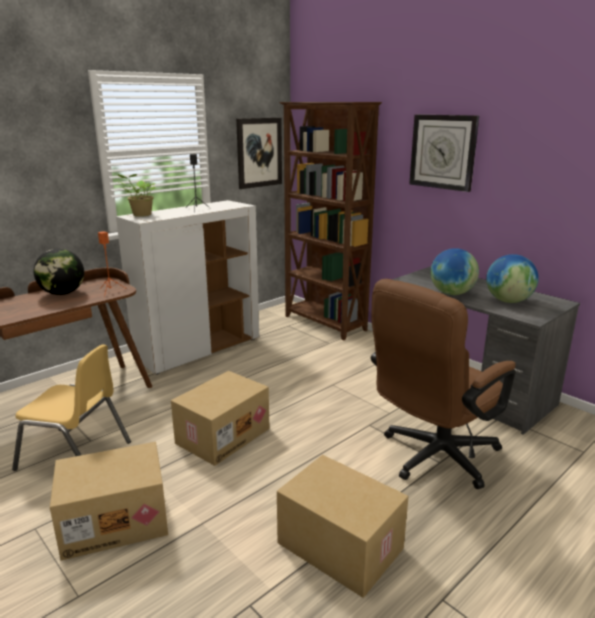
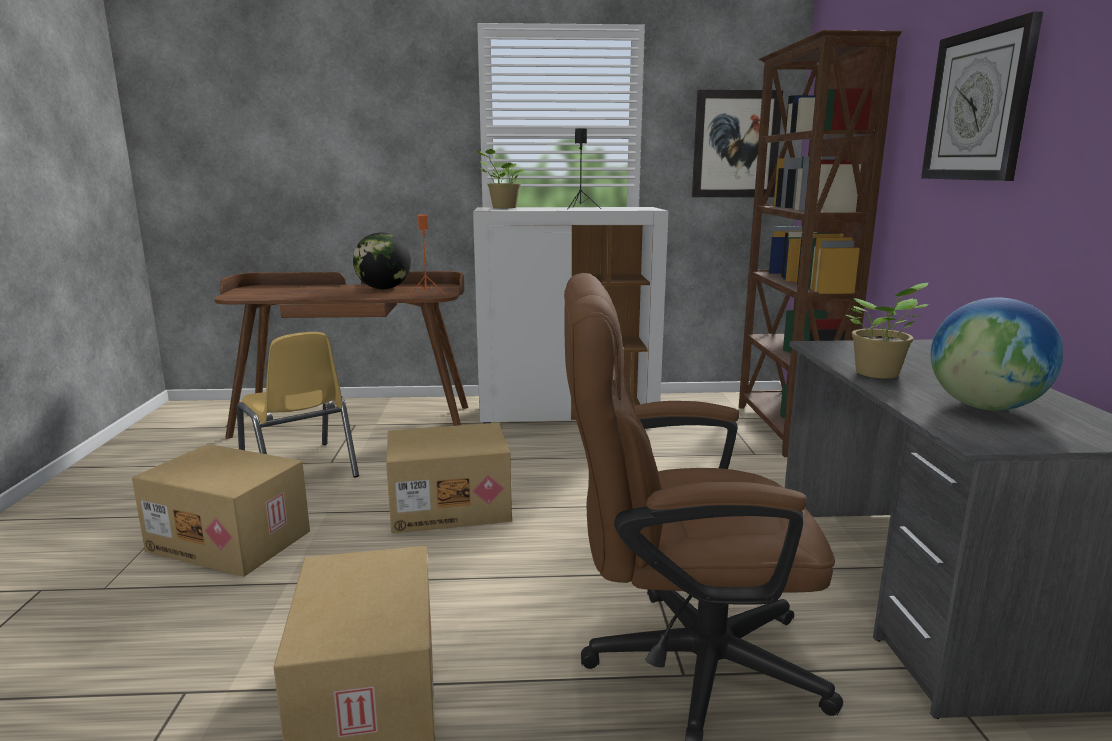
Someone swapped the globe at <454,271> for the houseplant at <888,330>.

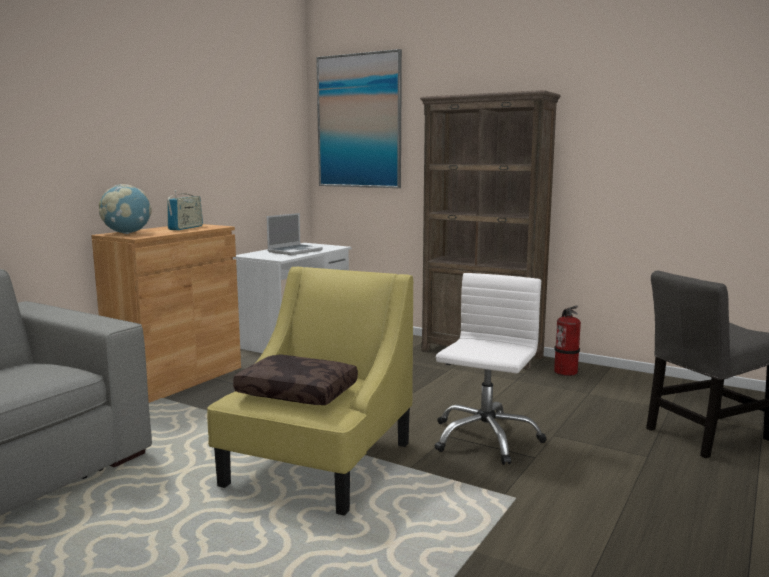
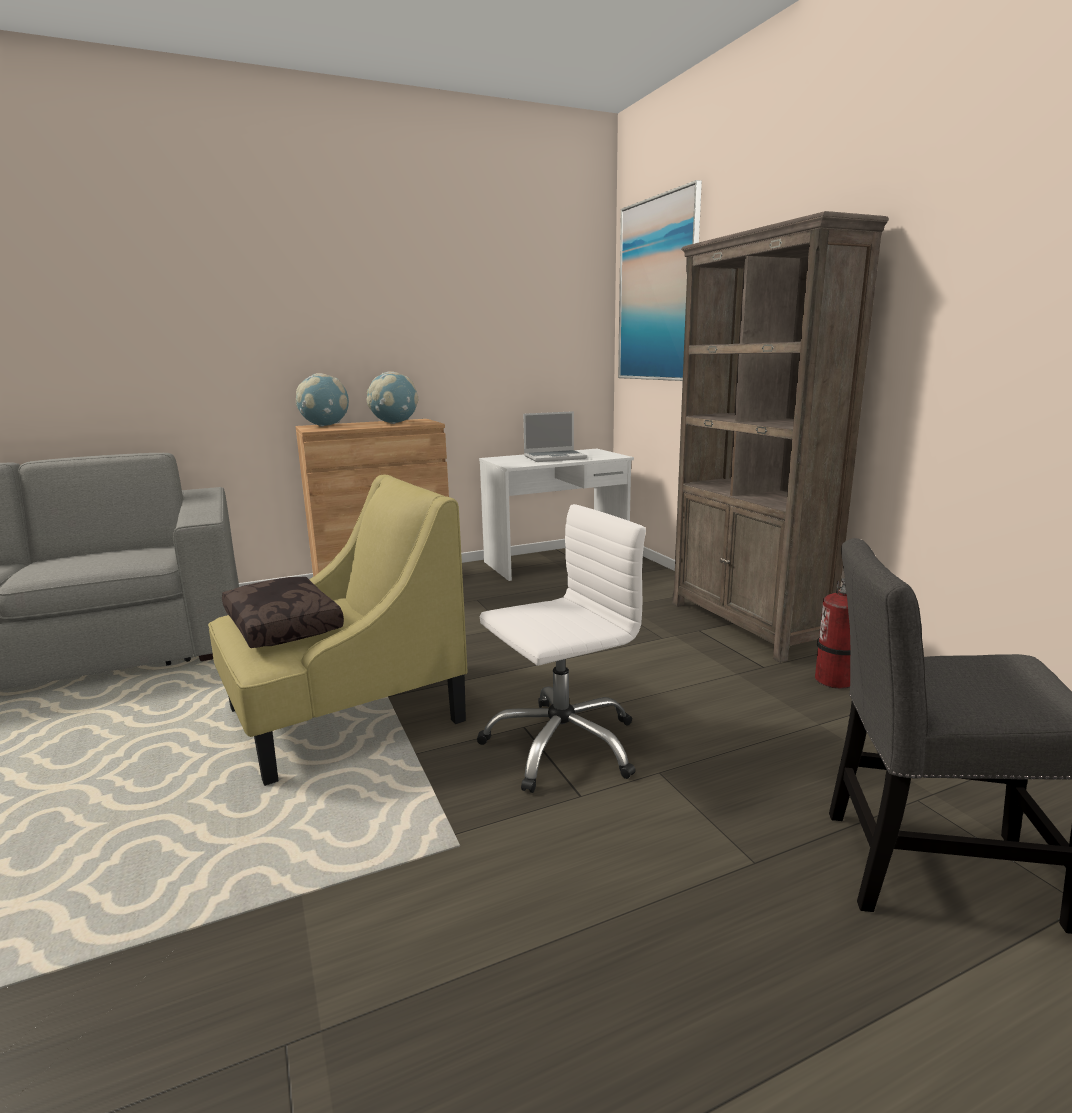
Someone swapped the radio receiver at <185,210> for the globe at <392,397>.

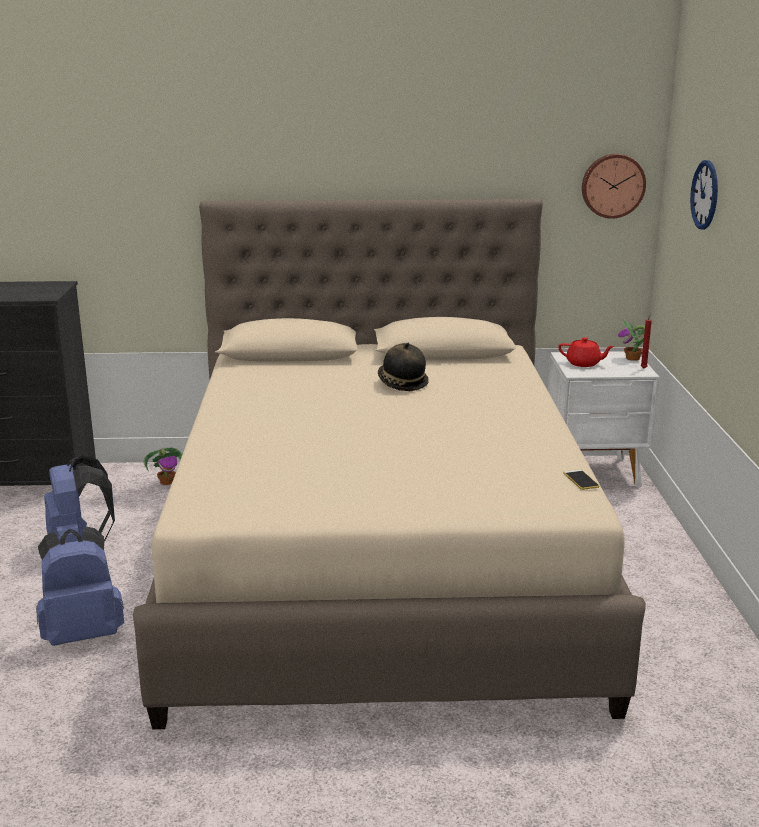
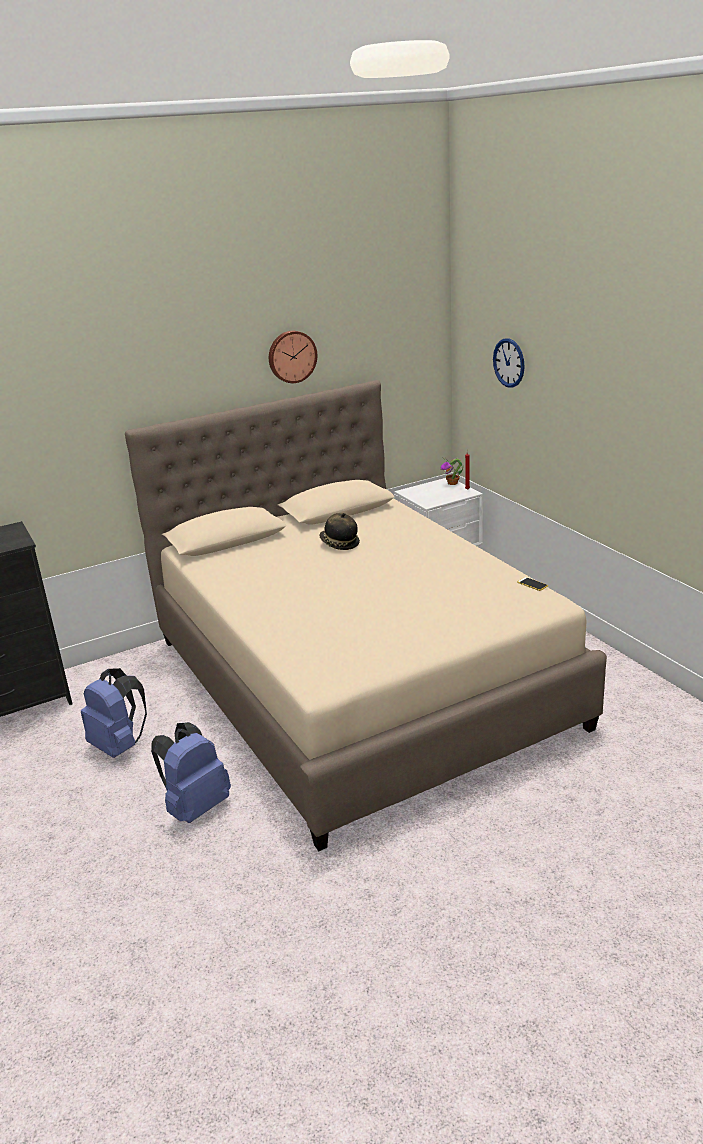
Someone carried the hanging clock from <614,186> to <293,357>. Someone took away the reddish pot for tea at <586,352>. Someone took away the houseplant at <163,466>.

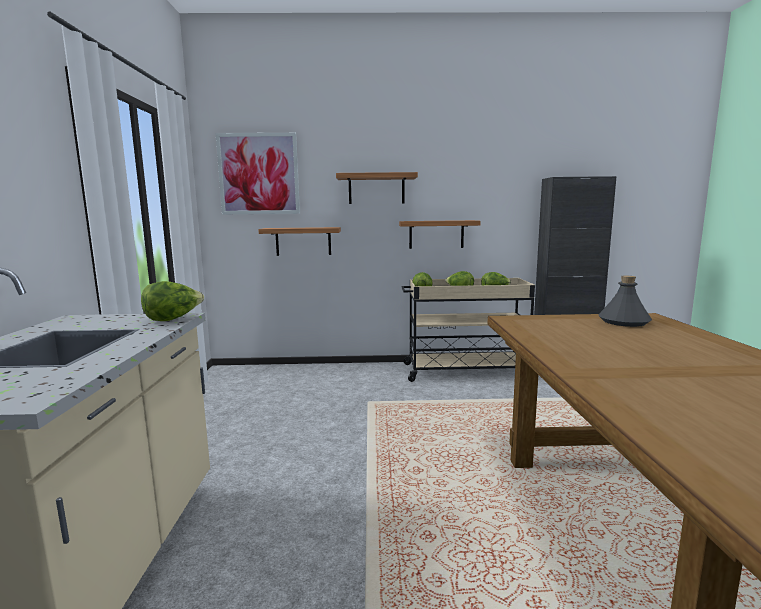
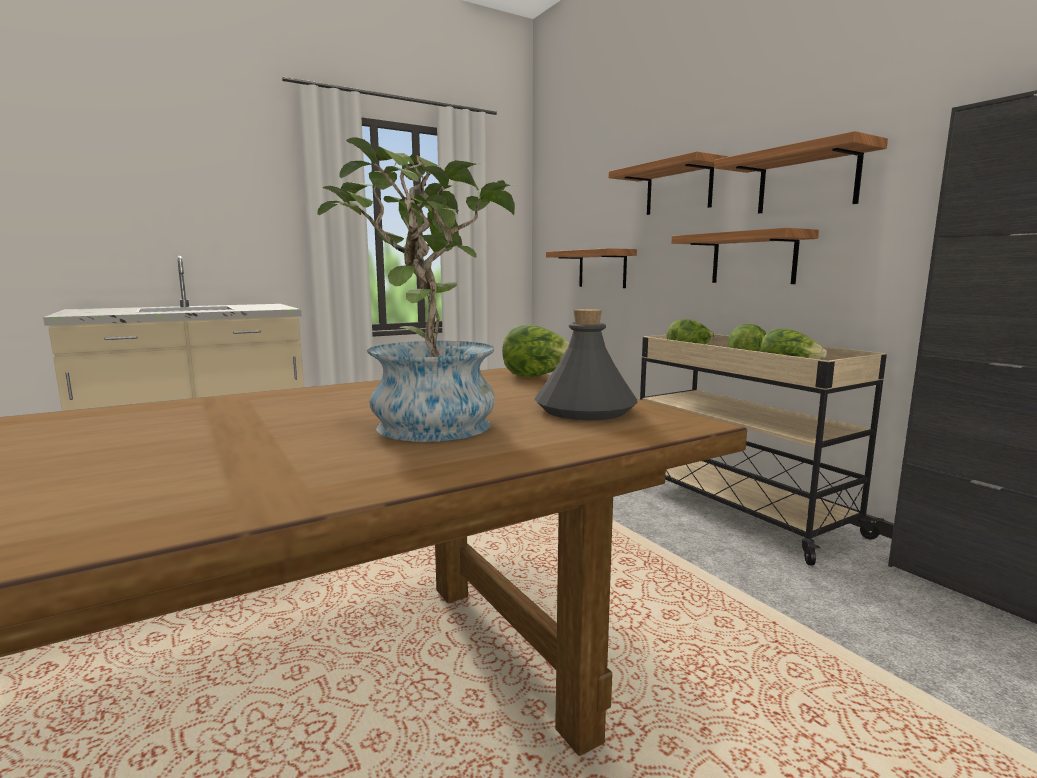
Someone took away the wall picture at <258,173>. Someone carried the lettuce from <172,301> to <535,351>. Someone put up the shelf at <801,172>. Someone put down the houseplant at <418,289>.

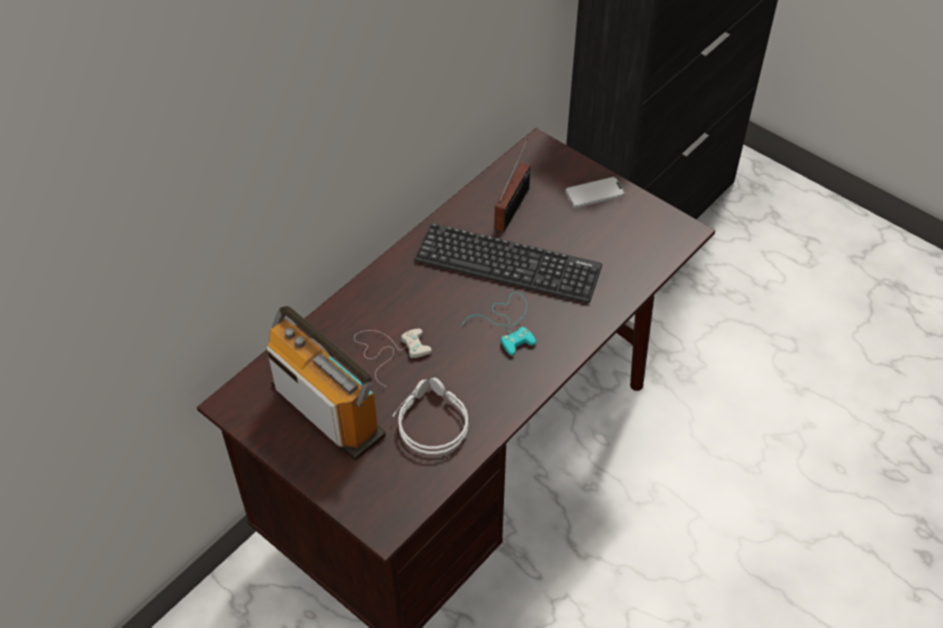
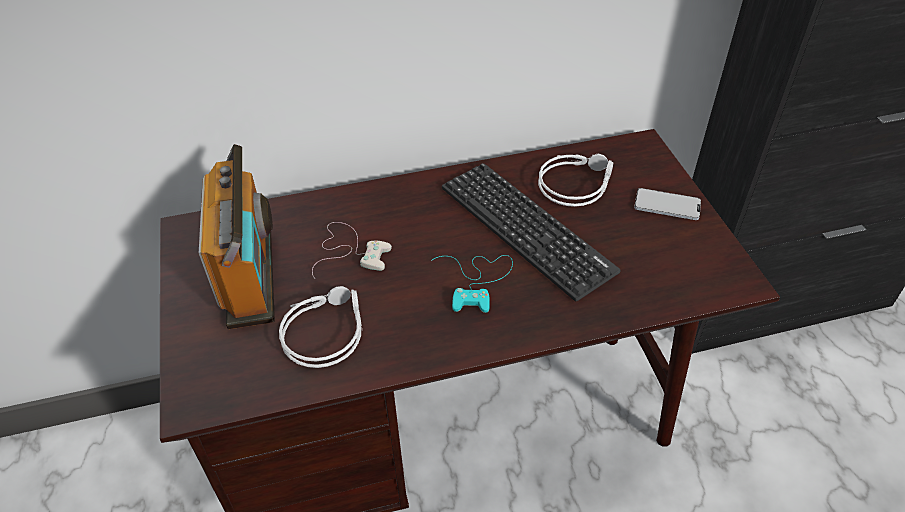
Someone swapped the radio receiver at <512,185> for the greyish headphones at <576,180>.

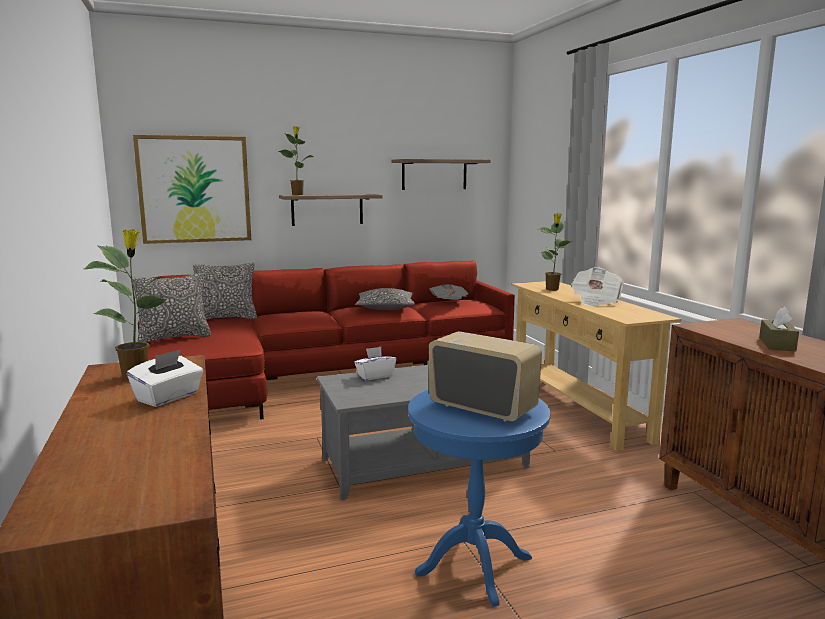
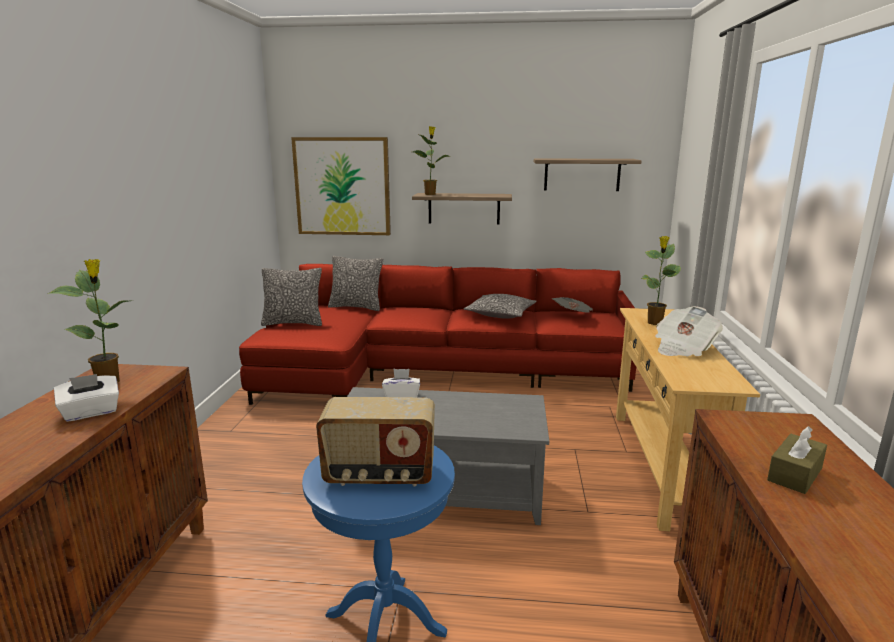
Someone rotated the radio receiver at <485,376> by 120 degrees clockwise.

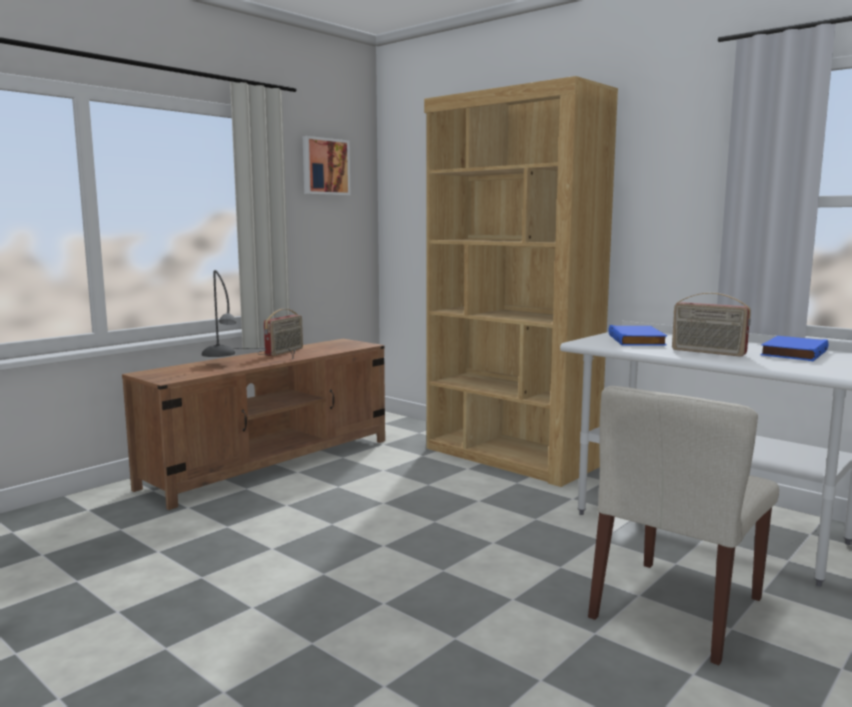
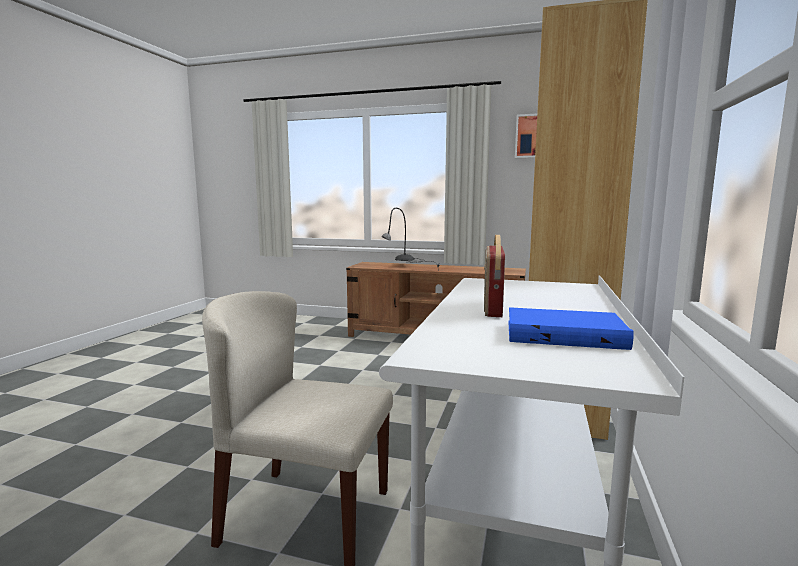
Someone took away the radio receiver at <283,332>. Someone took away the blue-coloured bound book at <637,335>.

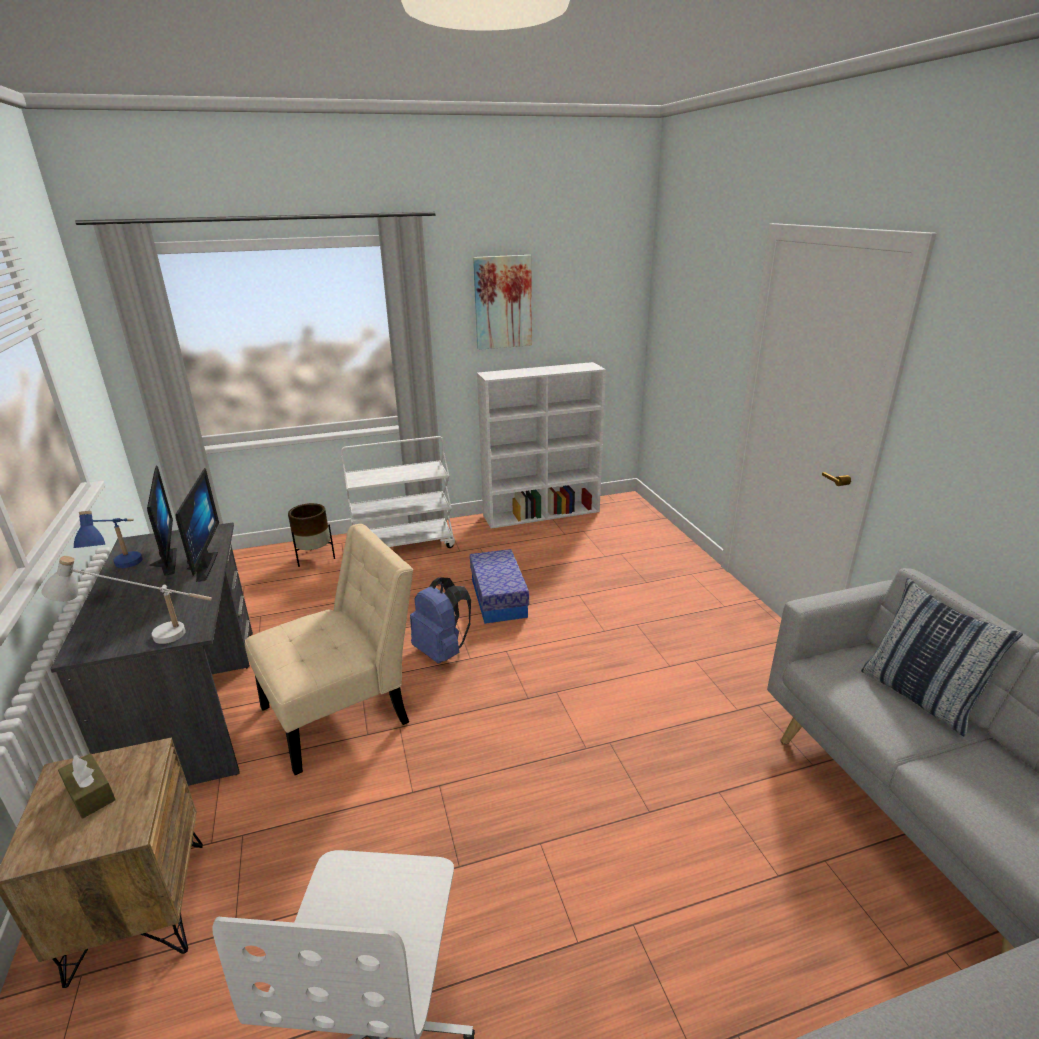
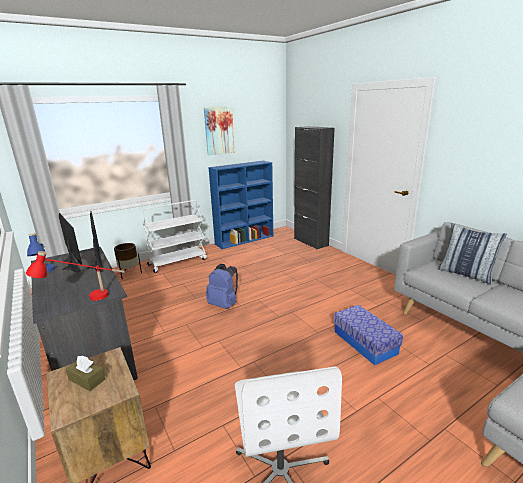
Someone repainted the whitish bookshelf at <541,445>, which became the blue-coloured bookshelf at <241,205>. Someone took away the beige upright chair at <329,649>. Someone carried the storage bin from <499,586> to <368,335>. Someone repainted the whitish table lamp at <126,600>, which became the reddish table lamp at <75,276>. Someone put down the blackish storage cabinet at <314,188>.

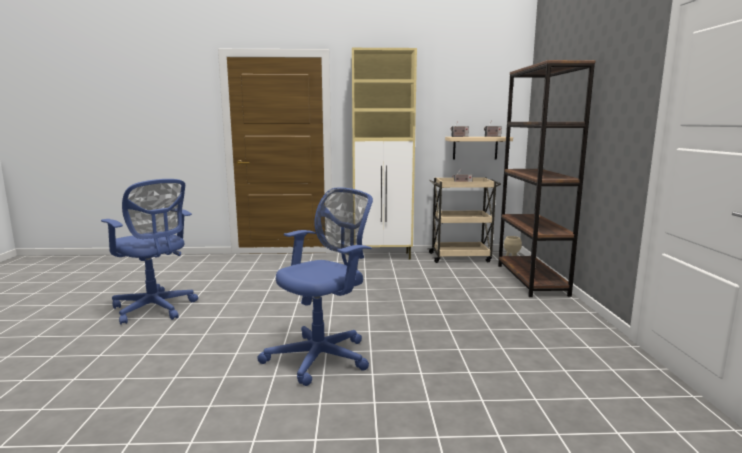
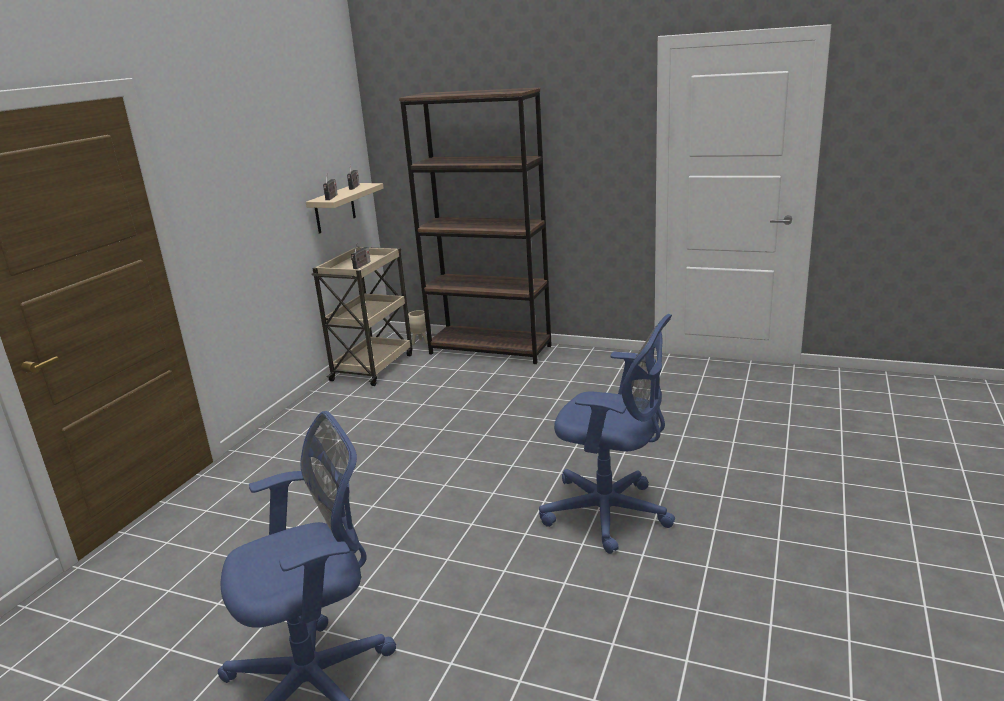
Someone took away the beige storage cabinet at <384,153>. Someone rotated the blue-coloured desk chair at <315,286> by 135 degrees clockwise.

